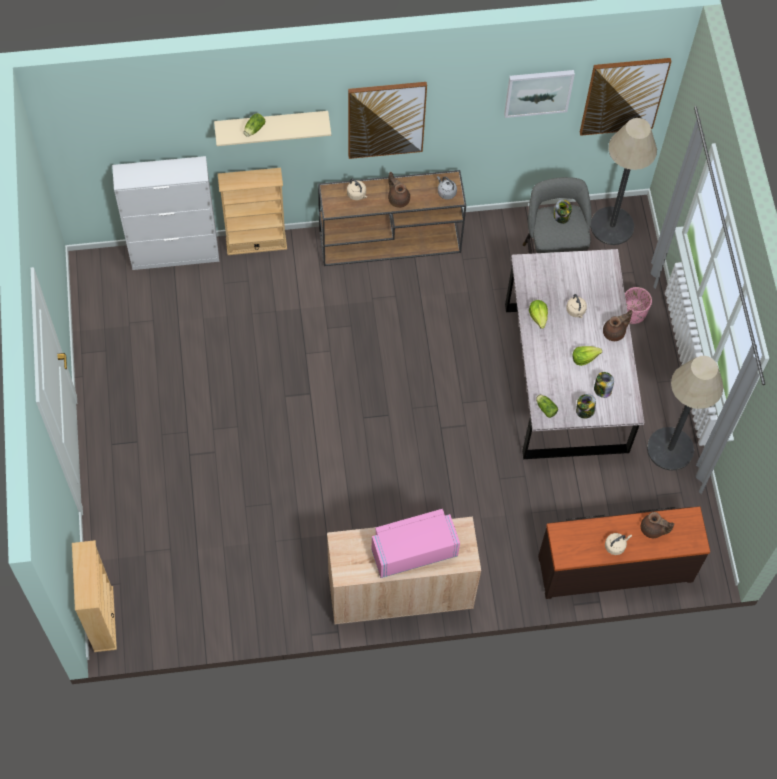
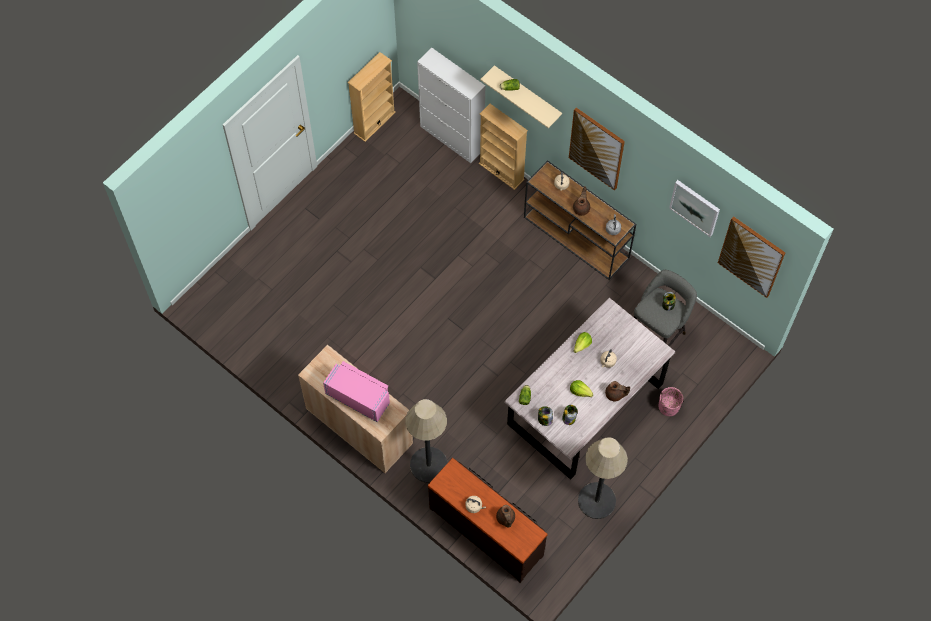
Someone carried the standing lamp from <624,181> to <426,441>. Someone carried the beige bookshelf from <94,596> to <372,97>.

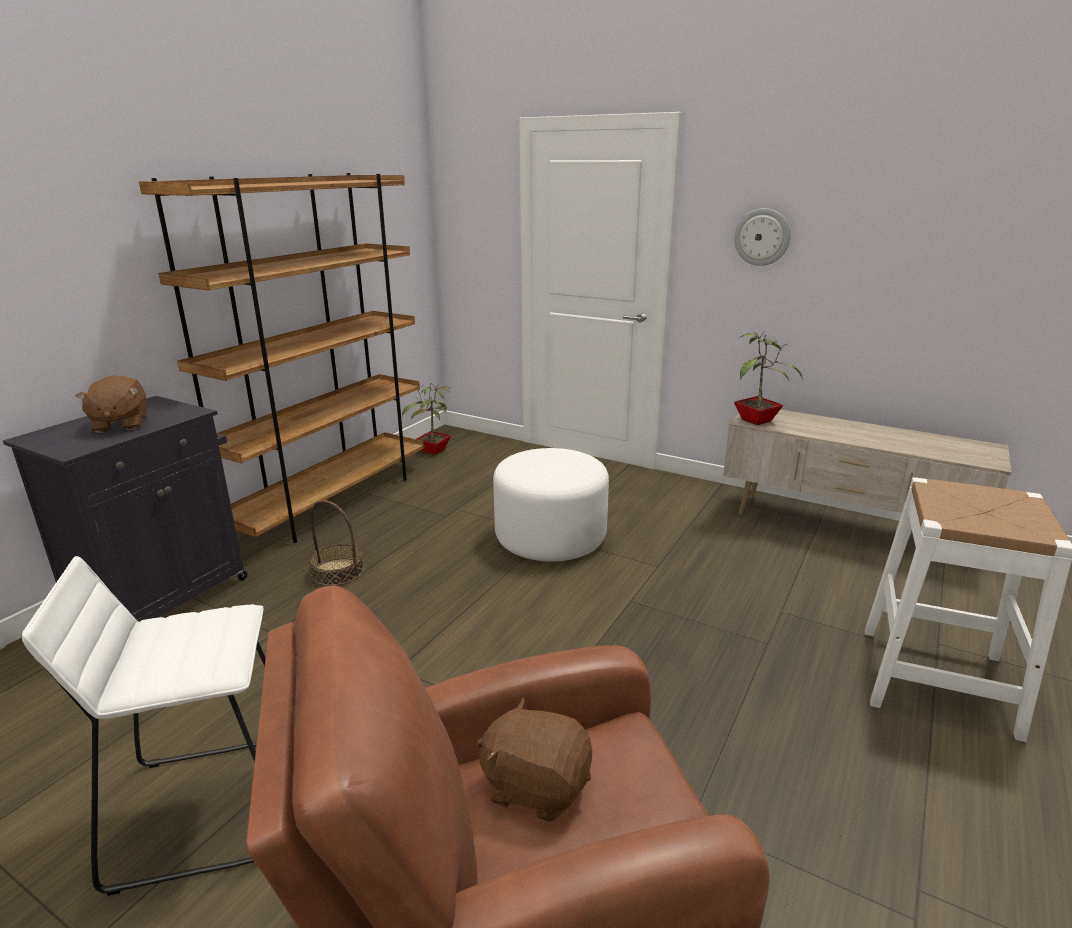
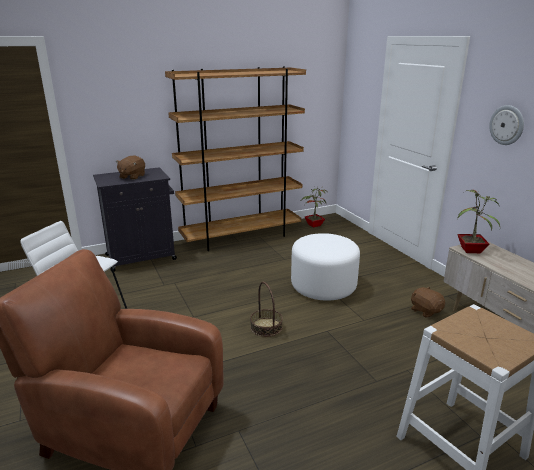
Someone carried the basket from <336,543> to <266,309>. Someone carried the brown-coloured soft toy from <534,759> to <428,302>.

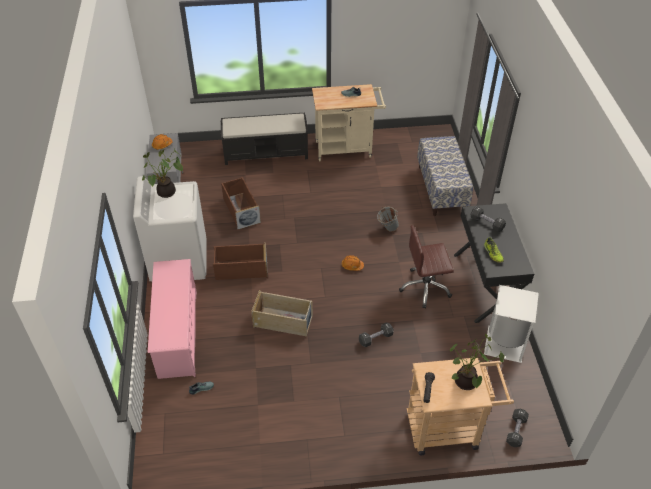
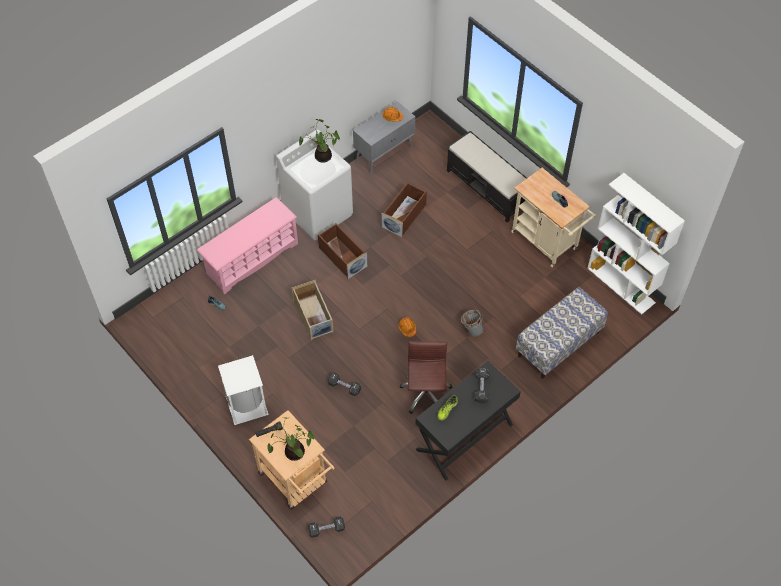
Someone rotated the brown-coloured desk chair at <426,266> by 45 degrees clockwise. Someone carried the whitish waste bin from <511,324> to <243,390>. Someone put down the whitish bookshelf at <636,244>.

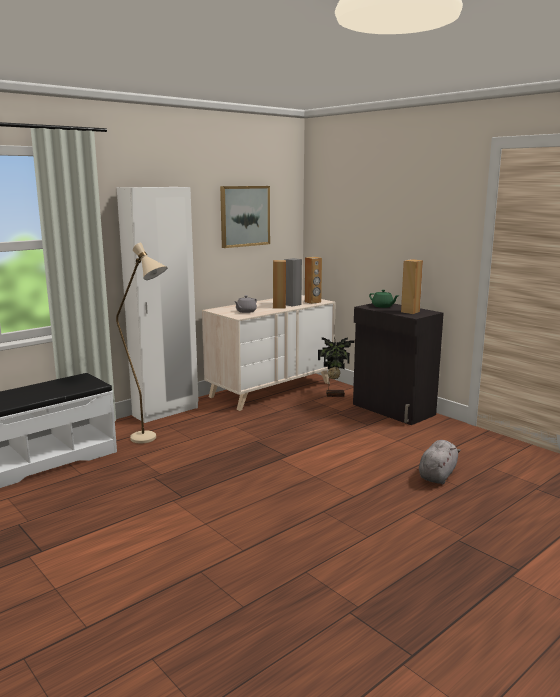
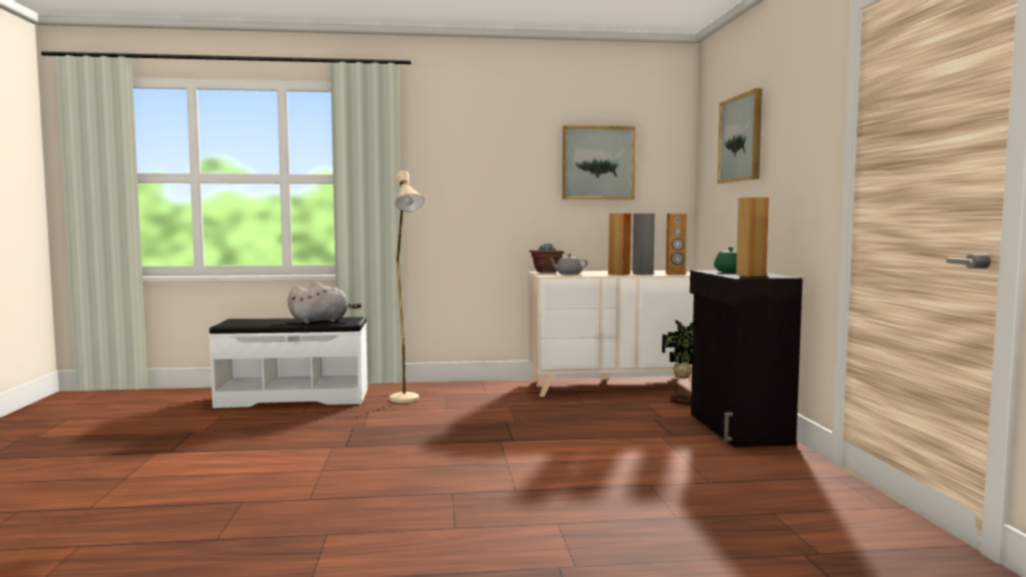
Someone took away the whitish wardrobe at <157,305>. Someone carried the greyish soft toy from <440,462> to <325,303>. Someone put up the wall picture at <739,136>. Someone put down the houseplant at <546,257>.

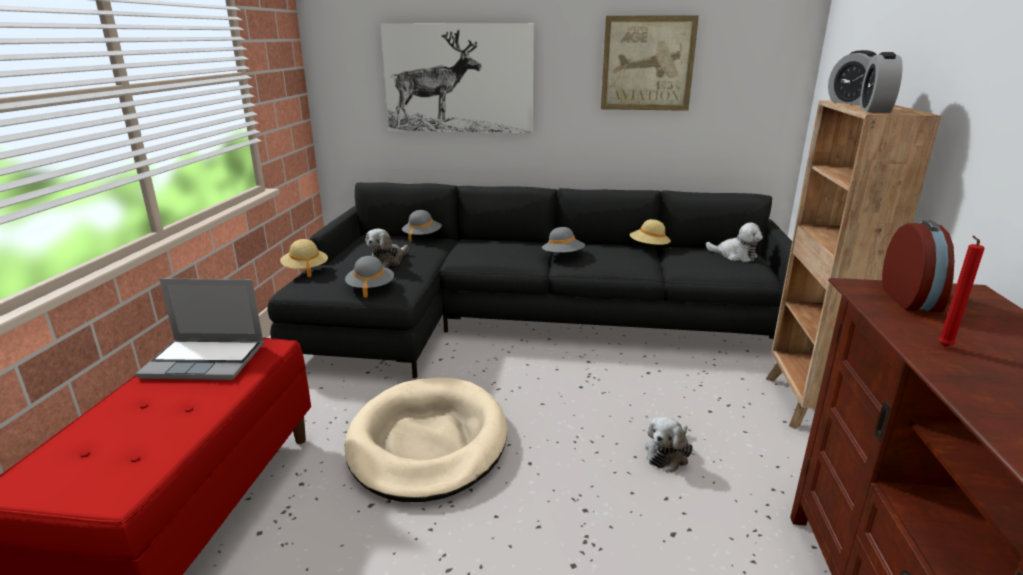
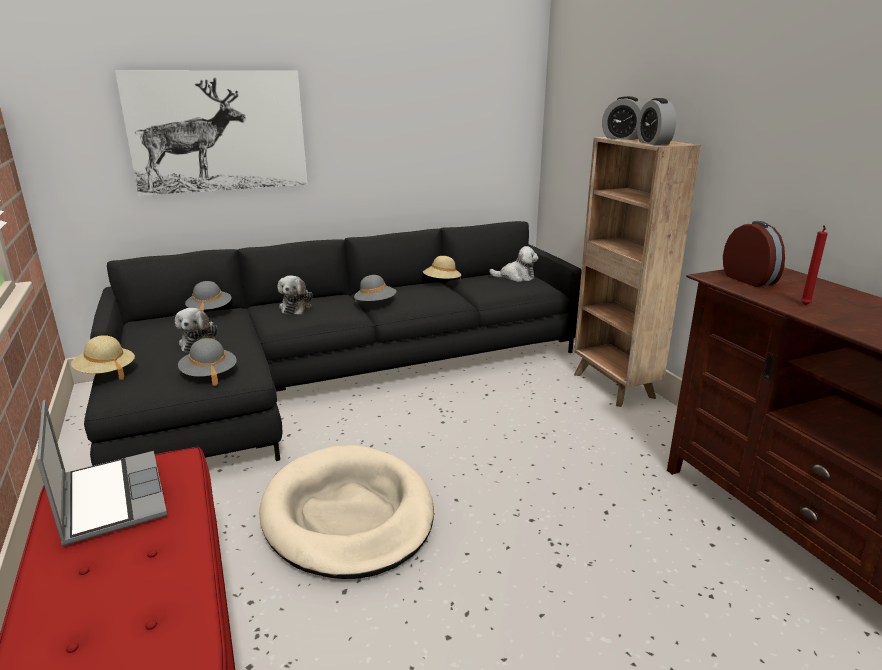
Someone took away the wall picture at <650,63>. Someone rotated the notebook computer at <200,329> by 90 degrees counterclockwise. Someone carried the soft toy from <669,444> to <295,295>.

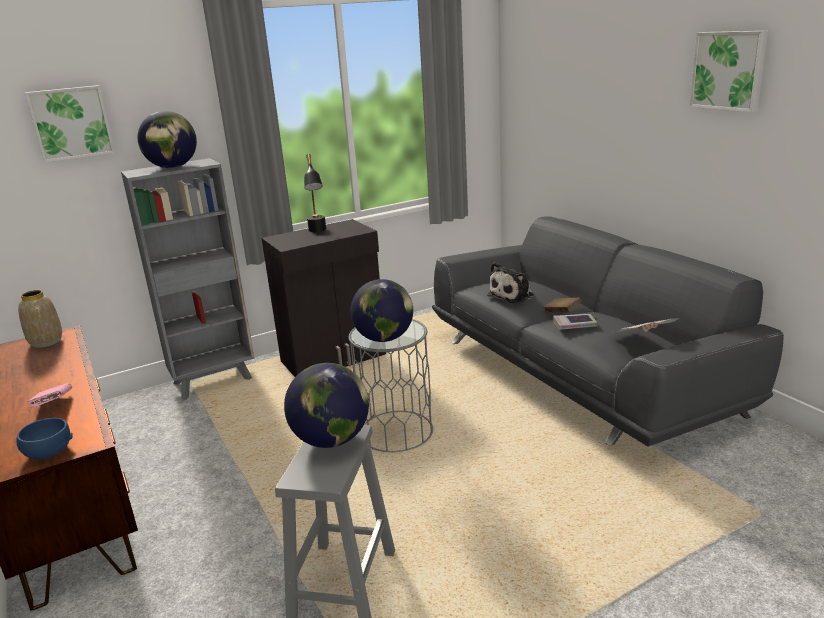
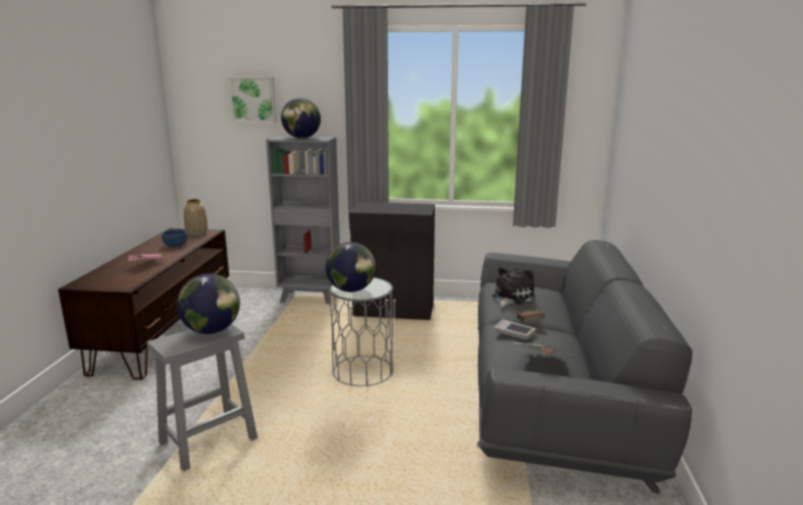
Someone took away the wall picture at <729,71>. Someone took away the blackish table lamp at <315,193>. Someone rotated the soft toy at <511,282> by 135 degrees clockwise. Someone carried the blue-coloured serving bowl from <44,438> to <175,238>.

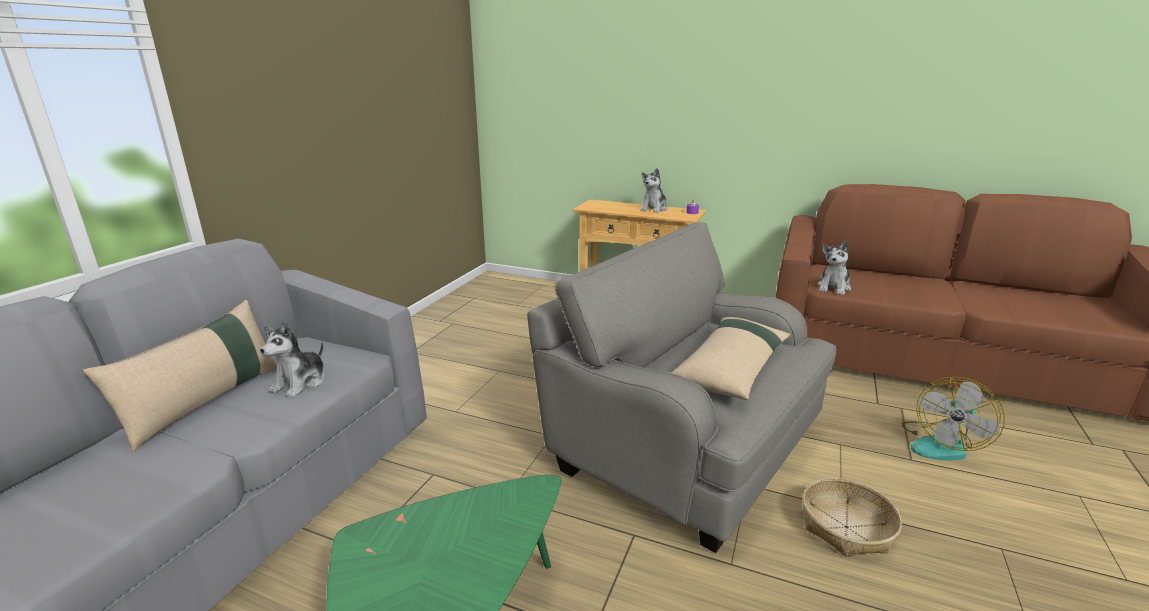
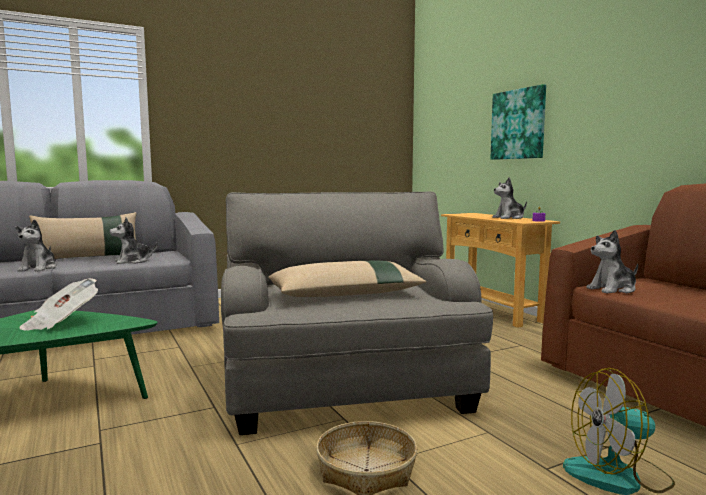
Someone put up the wall picture at <518,122>. Someone put down the soft toy at <36,246>. Someone put down the newspaper at <58,304>.

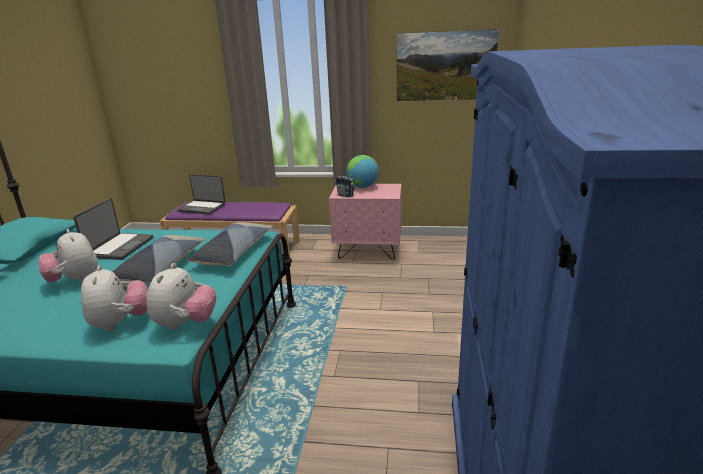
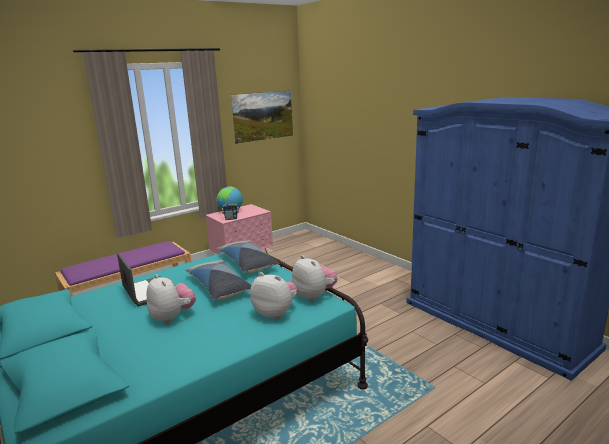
Someone took away the notebook computer at <201,194>. Someone rotated the soft toy at <68,255> by 135 degrees counterclockwise.

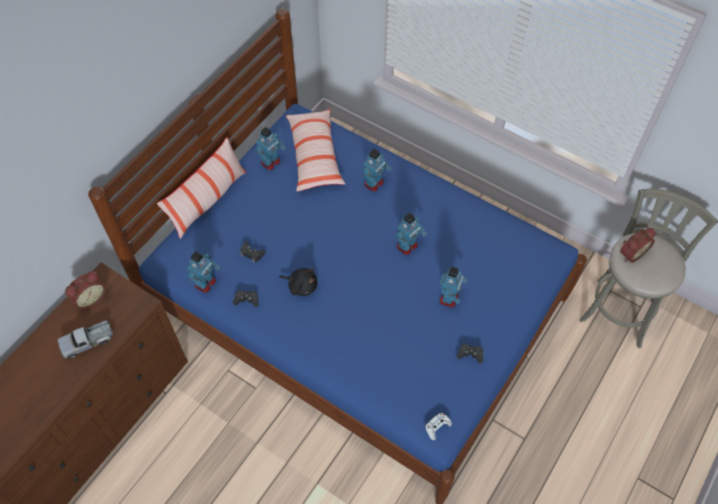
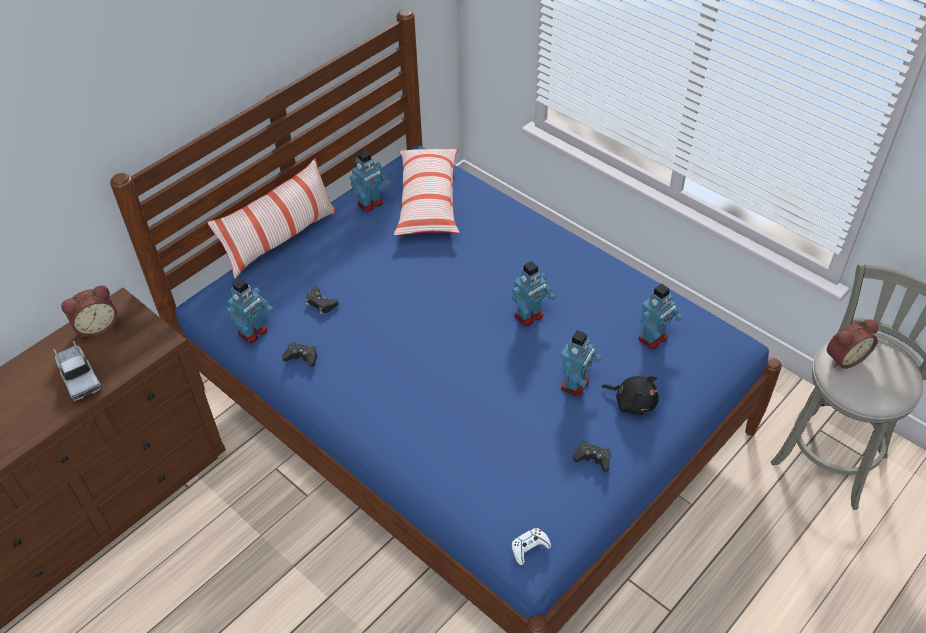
Someone carried the robot figure from <377,170> to <661,316>. Someone carried the blackish soft toy from <298,282> to <630,395>. Someone rotated the toy truck at <85,339> by 105 degrees counterclockwise.

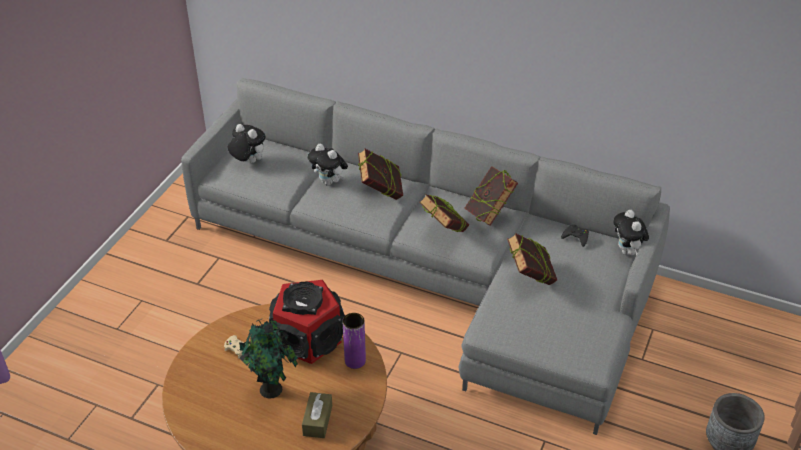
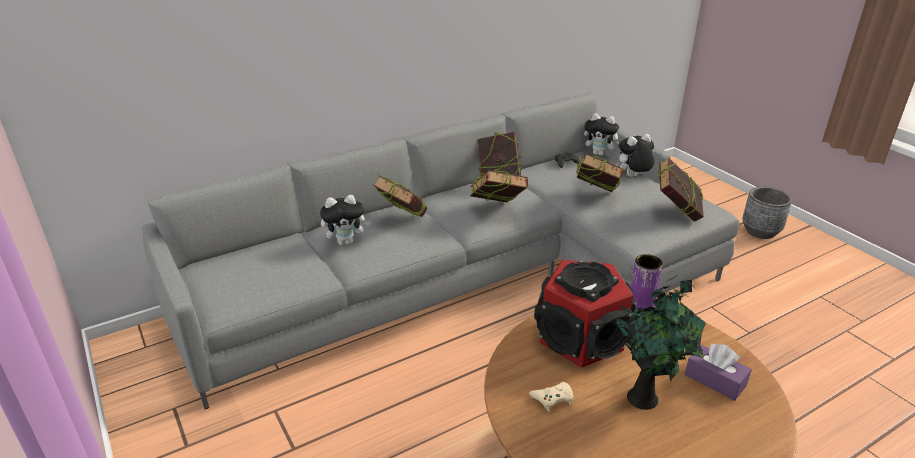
Someone carried the soft toy from <247,143> to <635,155>. Someone repainted the brown-coloured tissue box at <317,415>, which became the purplish tissue box at <718,372>. Someone put down the bound book at <681,189>.

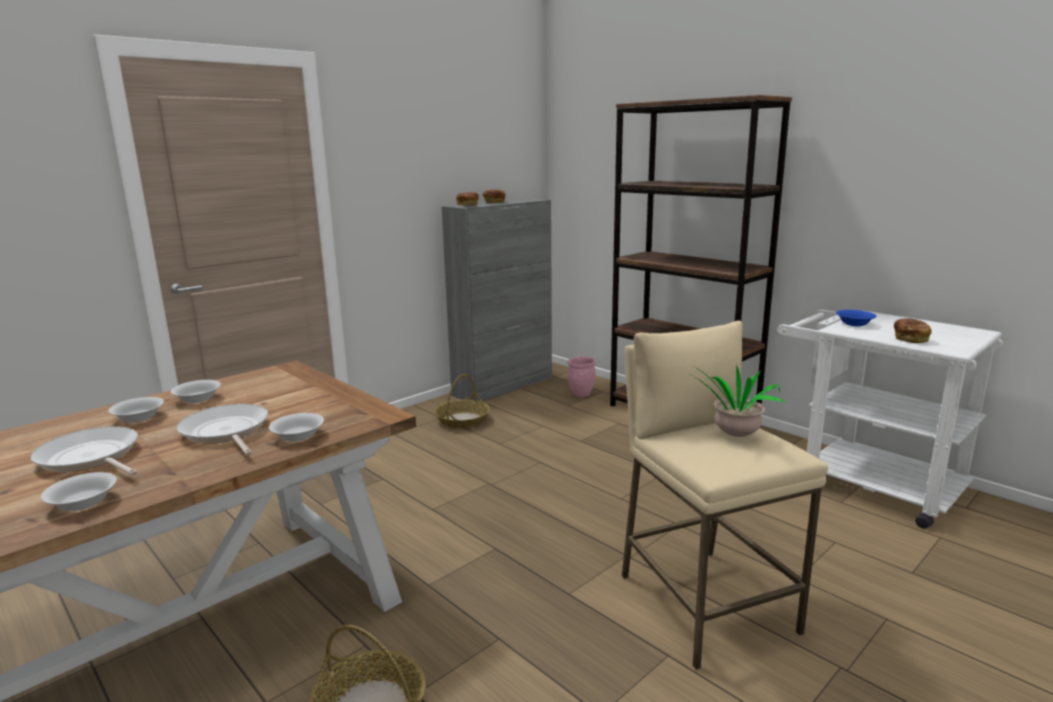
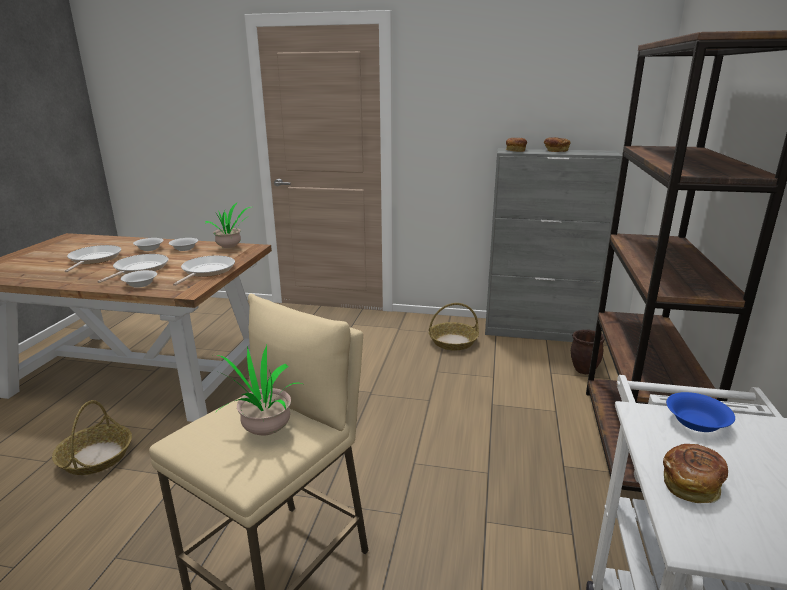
Someone repainted the pink flower pot at <581,376>, which became the brown-coloured flower pot at <588,351>. Someone took away the whitish serving bowl at <79,491>. Someone put down the houseplant at <227,225>. Someone put down the pan at <204,271>.

